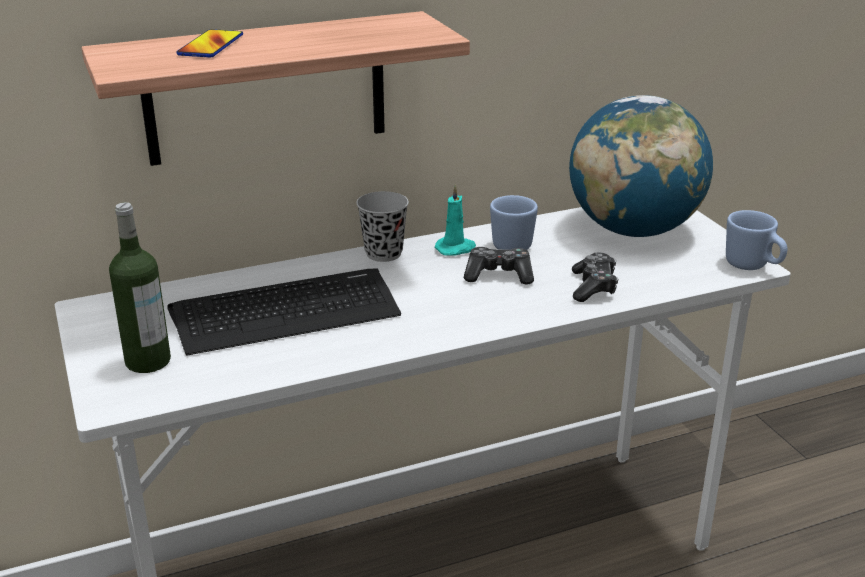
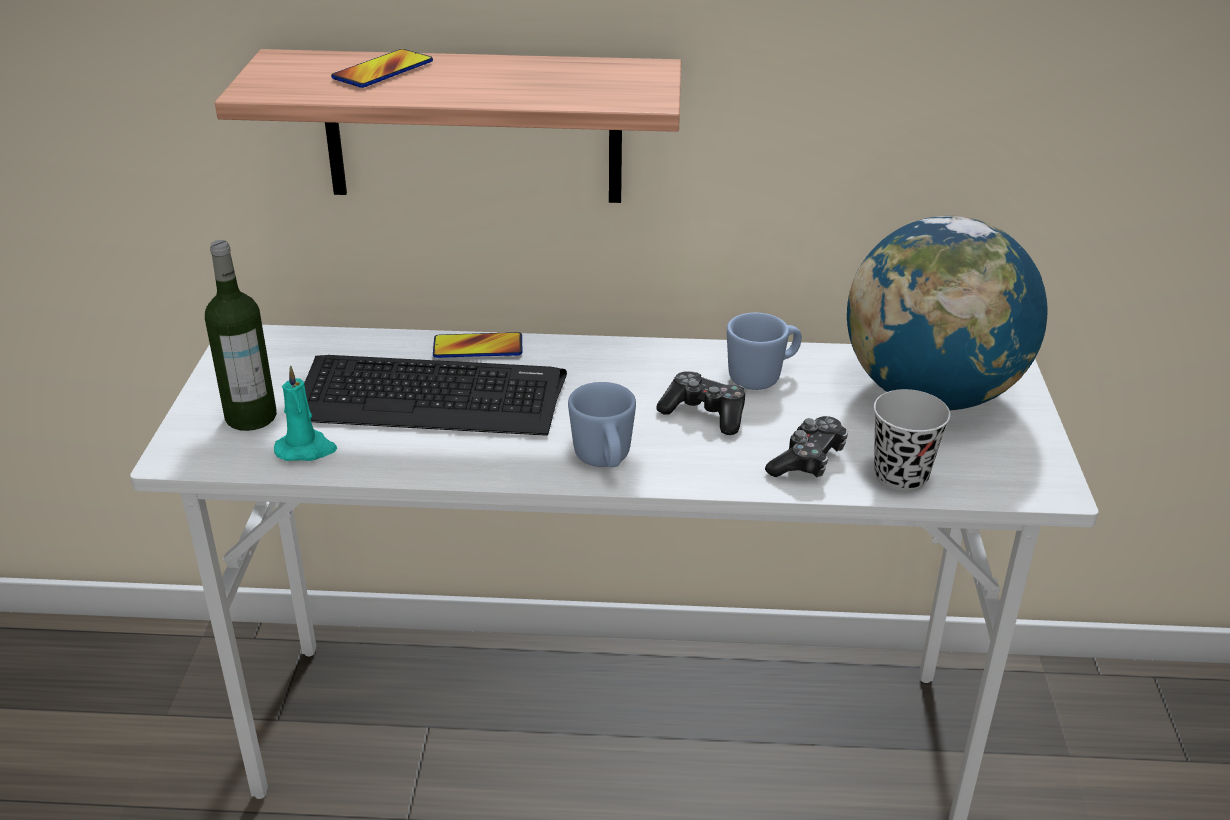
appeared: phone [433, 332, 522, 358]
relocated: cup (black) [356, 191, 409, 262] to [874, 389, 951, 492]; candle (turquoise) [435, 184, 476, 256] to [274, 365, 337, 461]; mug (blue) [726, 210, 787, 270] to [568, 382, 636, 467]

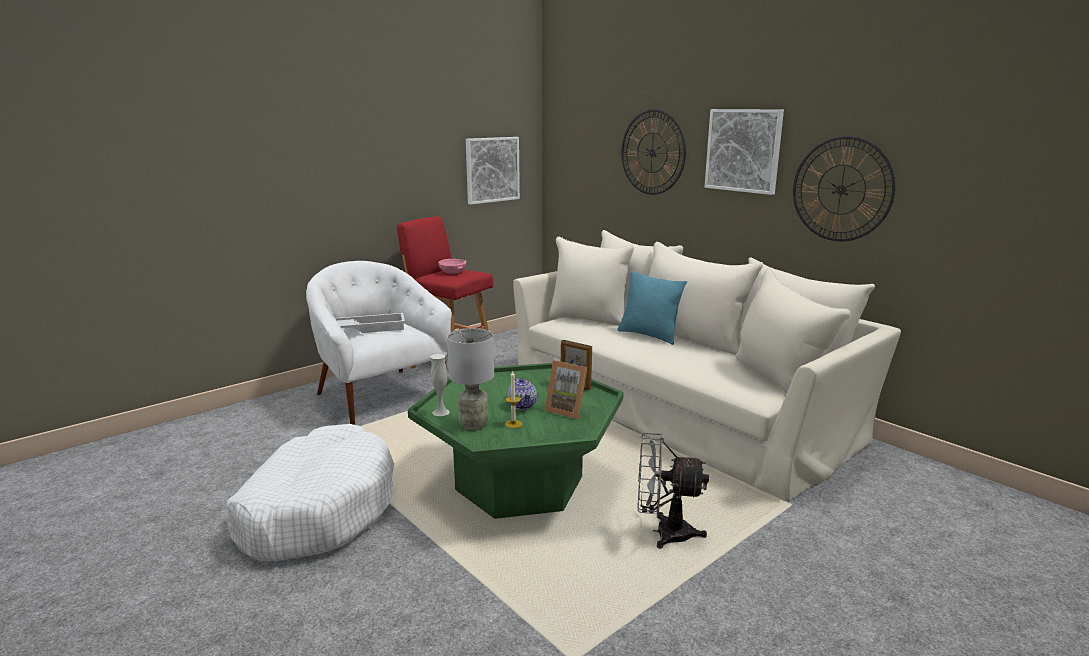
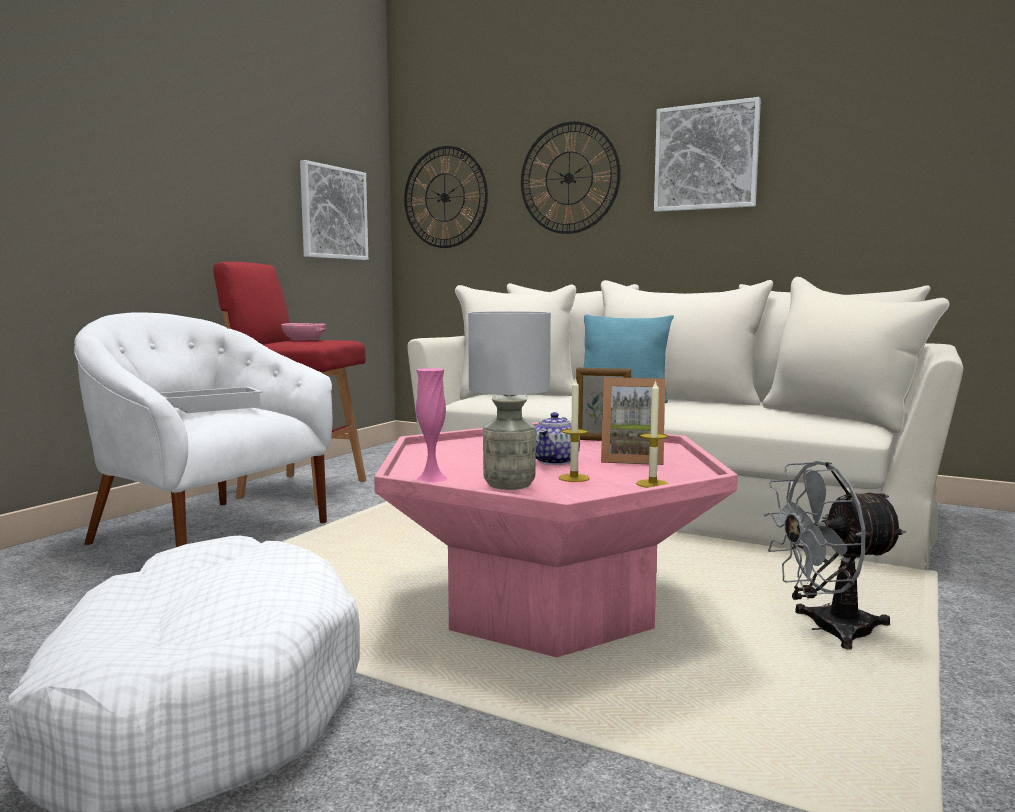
appeared: candle [636, 380, 669, 488]
relocated: wall clock [793, 136, 896, 241] to [404, 146, 488, 248]
colour: coffee table (green) [408, 363, 623, 519] to coffee table (pink) [374, 422, 738, 657]; vase (white) [431, 354, 450, 416] to vase (pink) [416, 368, 448, 483]
spun: teapot [507, 377, 537, 410] = [535, 412, 580, 465] 60 degrees clockwise

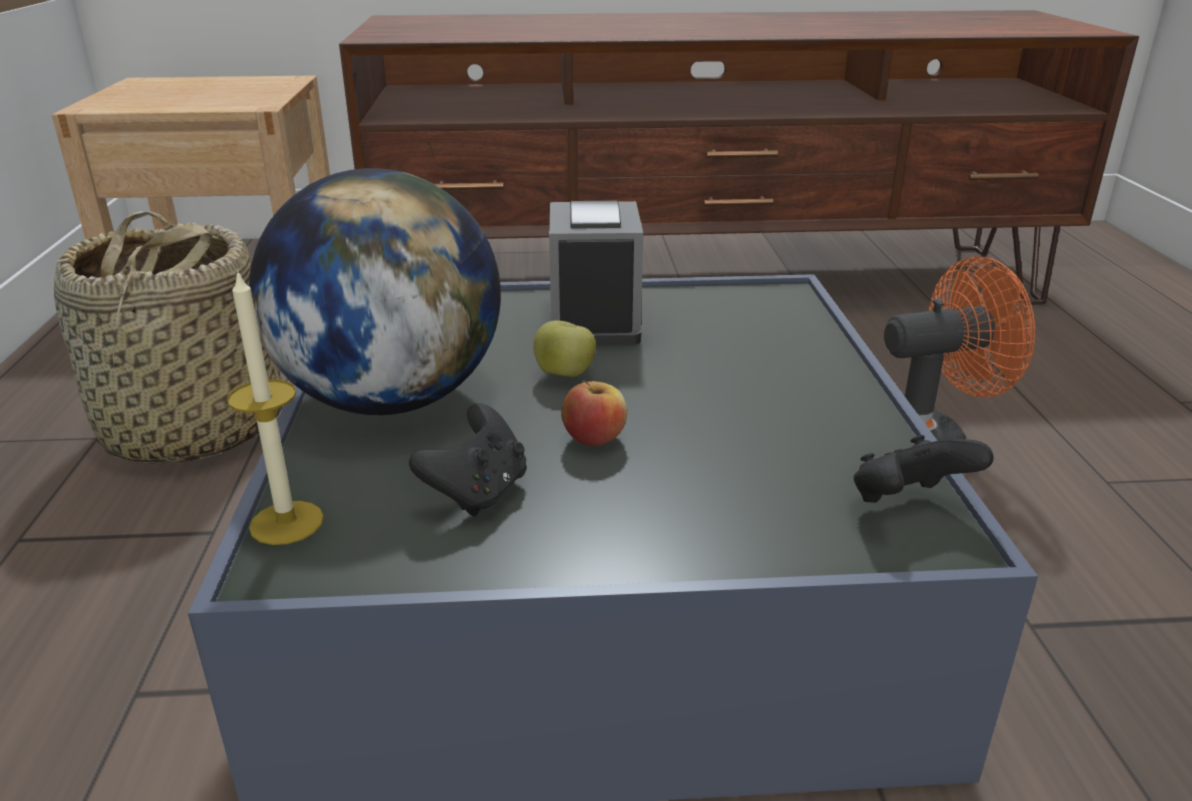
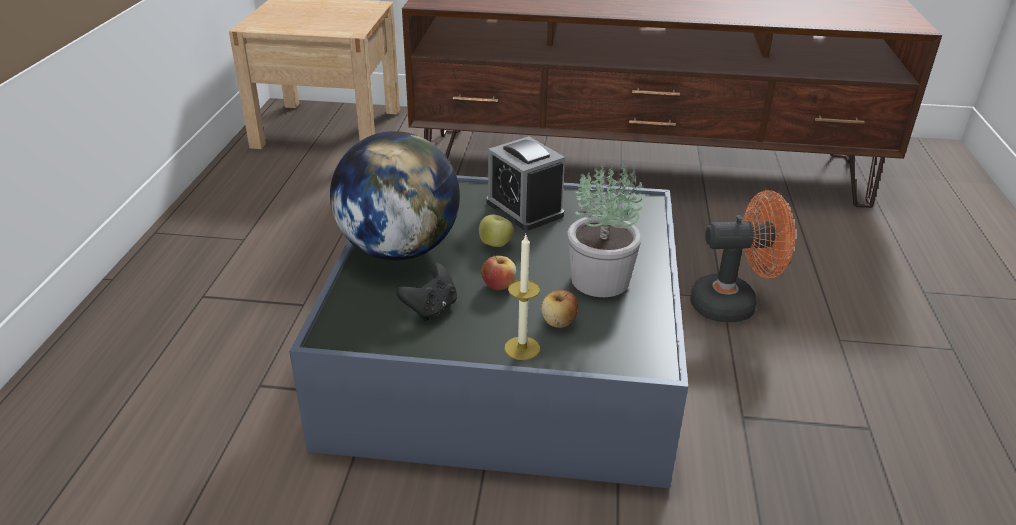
missing: basket [54, 211, 283, 464]; game controller (black) [854, 435, 994, 503]
appeared: apple [541, 290, 578, 328]; potted plant [567, 160, 643, 297]
relocated: candle [227, 269, 324, 545] to [504, 233, 540, 360]
spun: alarm clock [549, 201, 643, 345] = [486, 136, 565, 231] 135 degrees clockwise

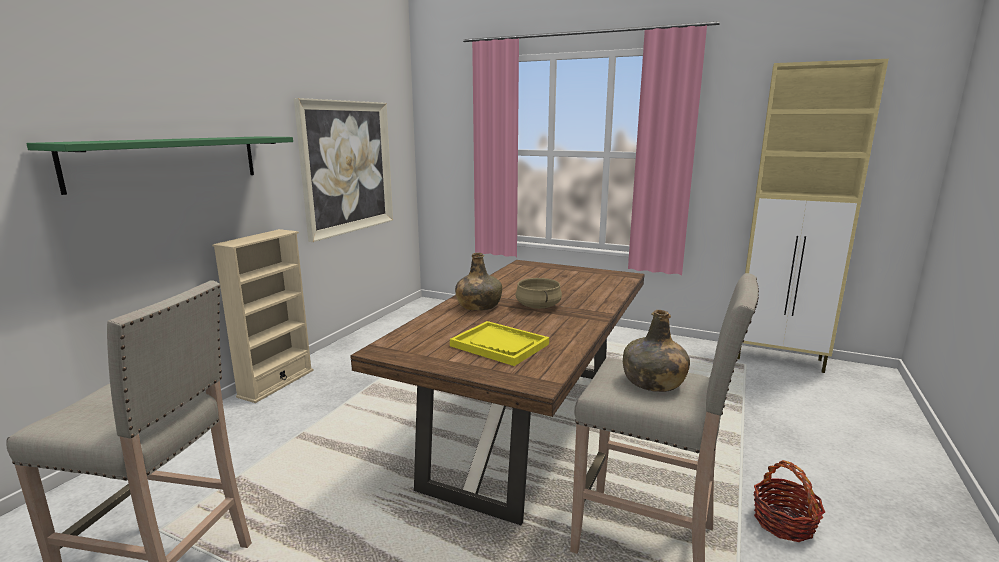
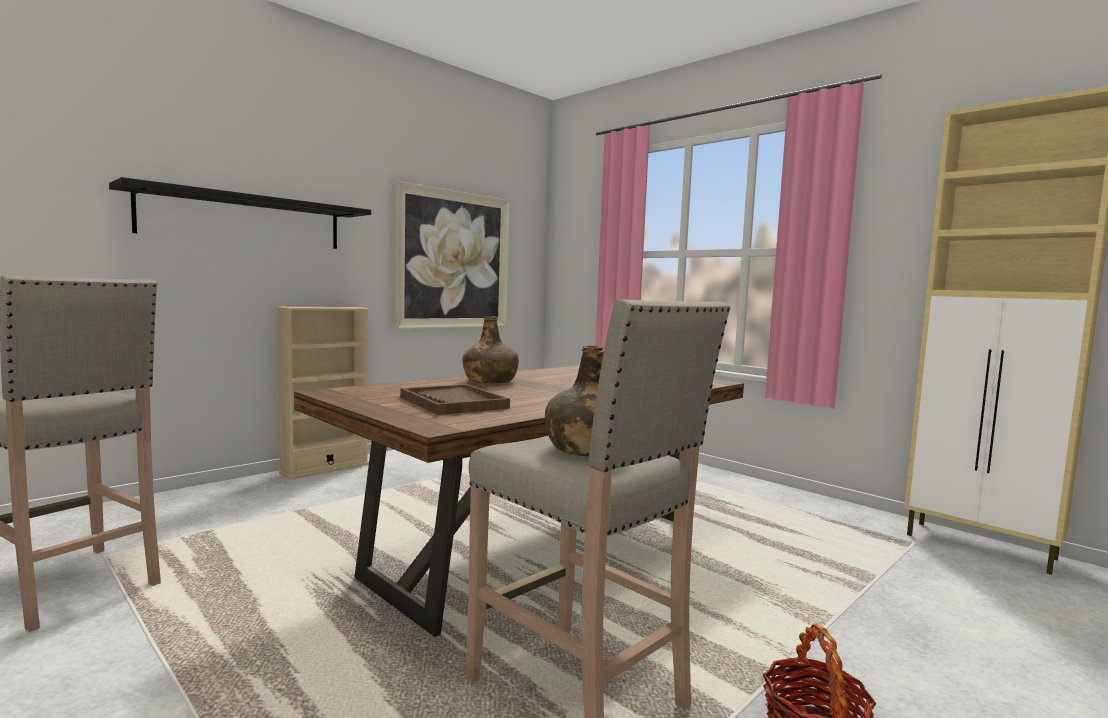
missing: cooking pot (beige) [515, 278, 562, 309]
colour: shelf (green) [26, 136, 293, 195] to shelf (black) [109, 177, 371, 249]; tray (yellow) [450, 321, 549, 366] to tray (brown) [400, 384, 510, 415]

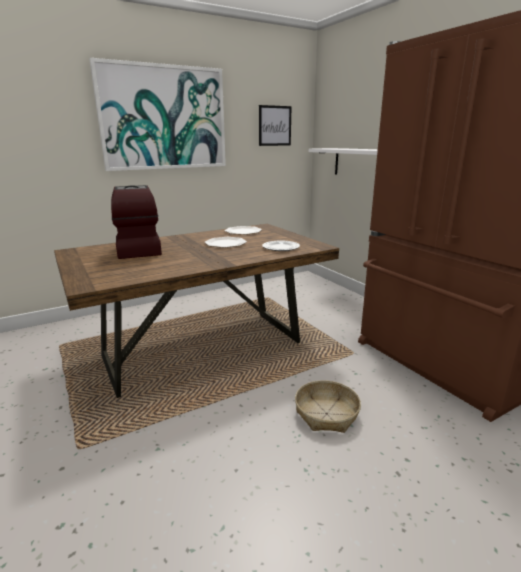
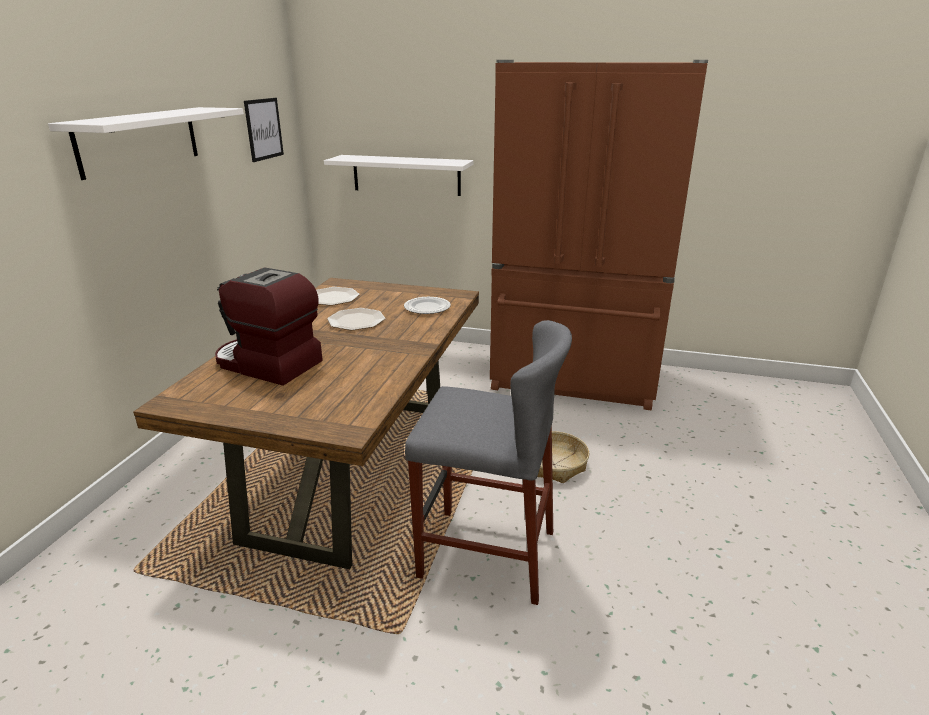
appeared: stool (grey) [405, 320, 572, 605]
exchanged: picture [89, 58, 226, 171] to shelf (white) [48, 107, 244, 180]

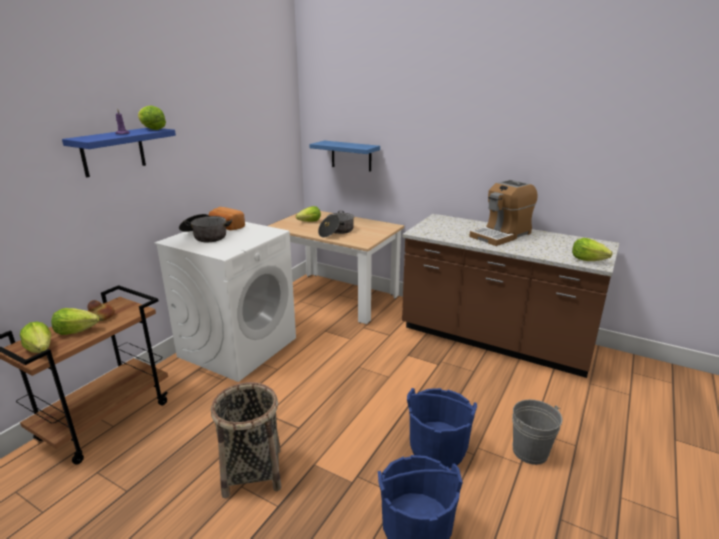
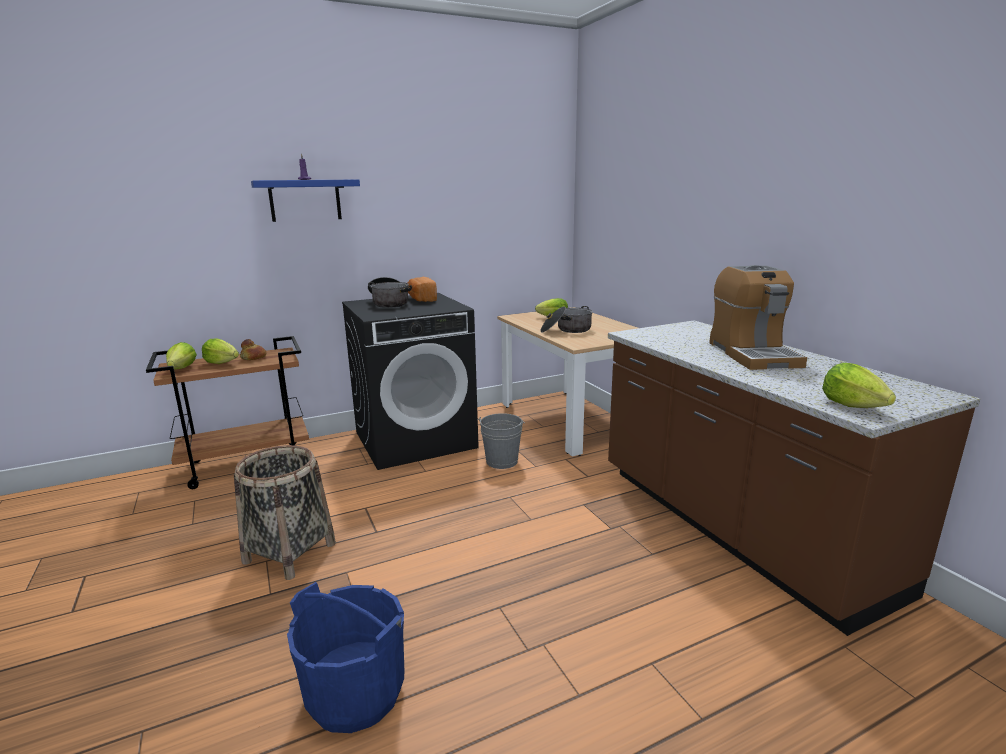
missing: lettuce [138, 106, 166, 130]; shelf (blue) [309, 141, 380, 171]; bucket (blue) [407, 388, 477, 468]
relocated: bucket (grey) [512, 400, 562, 465] to [477, 413, 525, 469]
colour: washing machine (white) [154, 222, 296, 382] to washing machine (black) [342, 293, 479, 470]
spun: coffee machine [469, 180, 537, 246] = [709, 265, 807, 370] 90 degrees counterclockwise

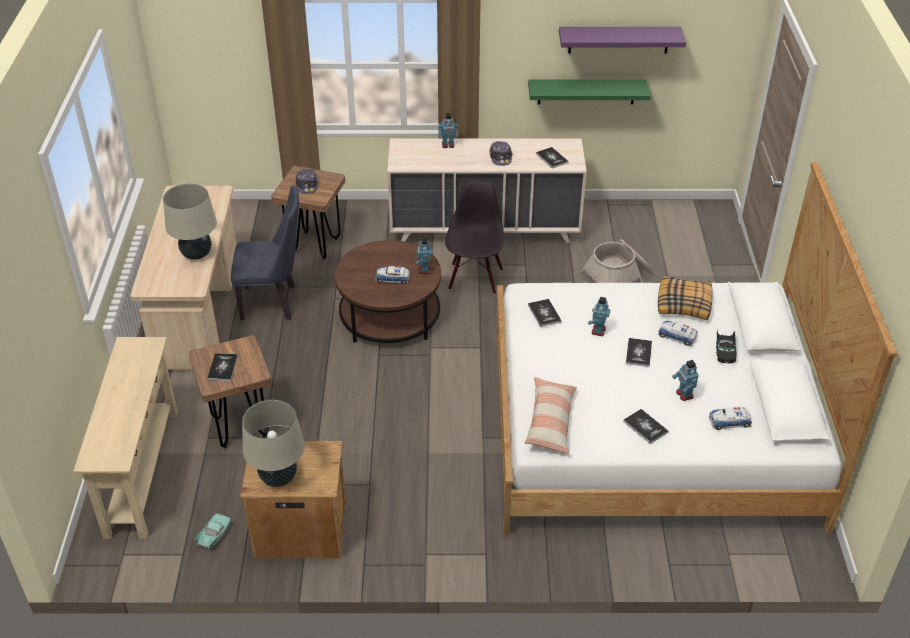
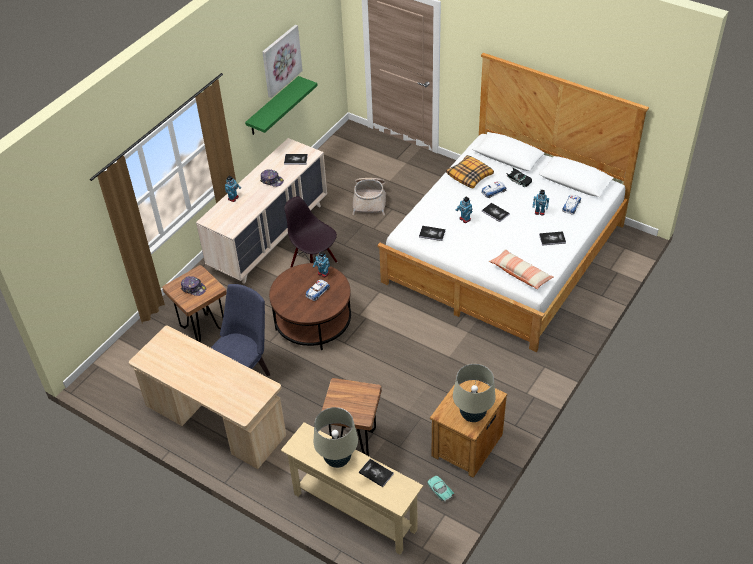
relocated: table lamp (beige) [163, 184, 217, 260] to [314, 407, 358, 468]; book [207, 353, 238, 381] to [359, 459, 394, 487]
exchanged: shelf (purple) [559, 27, 686, 54] to picture [262, 25, 303, 98]

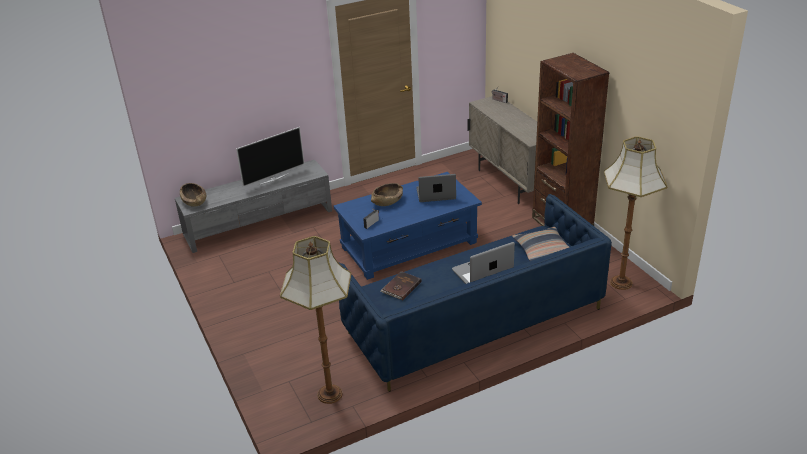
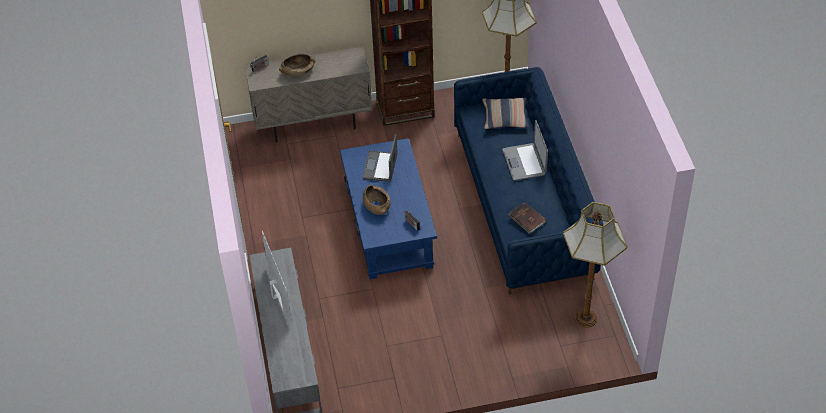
relocated: bowl (brown) [180, 183, 206, 207] to [279, 54, 315, 77]

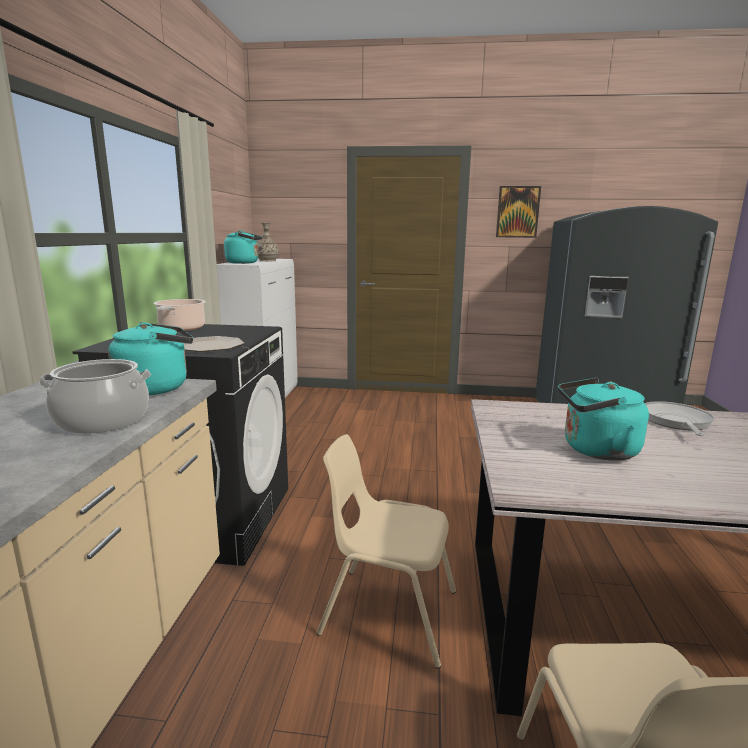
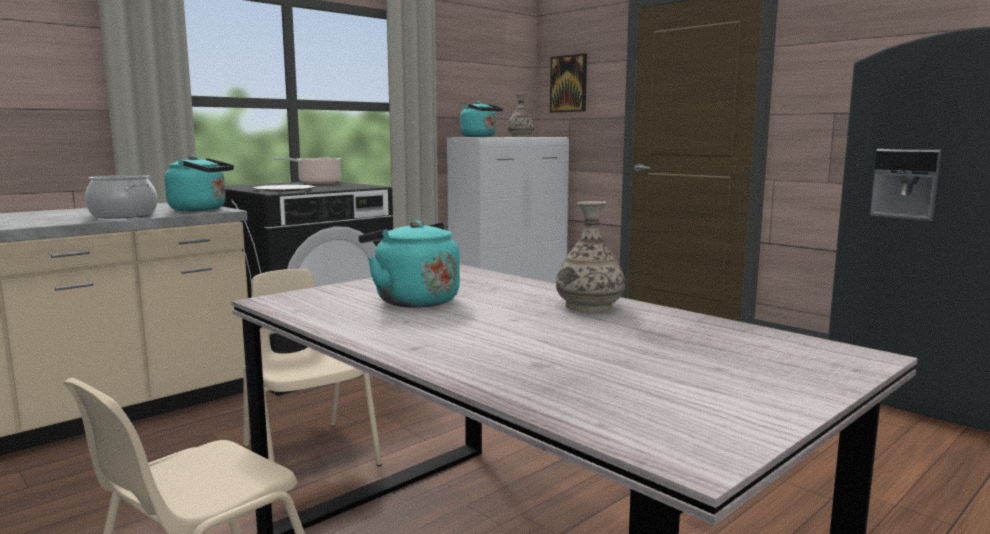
relocated: picture [496, 186, 541, 238] to [550, 53, 587, 113]
exchanged: frying pan [645, 401, 715, 436] to vase [556, 201, 625, 312]

